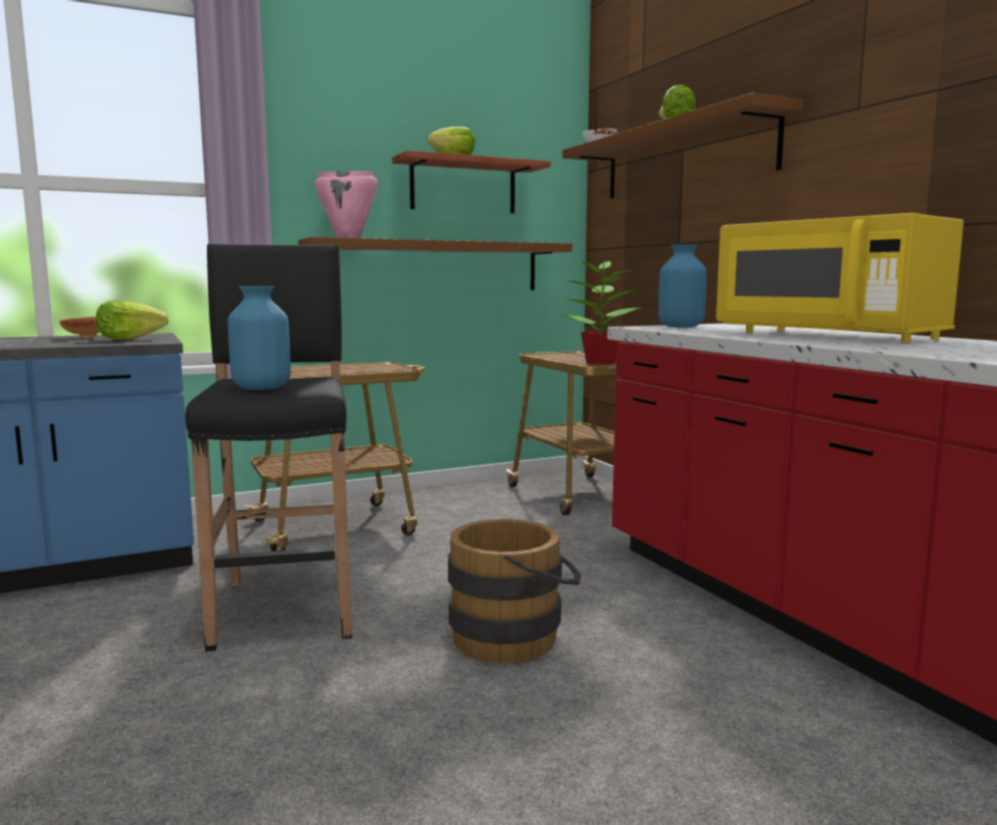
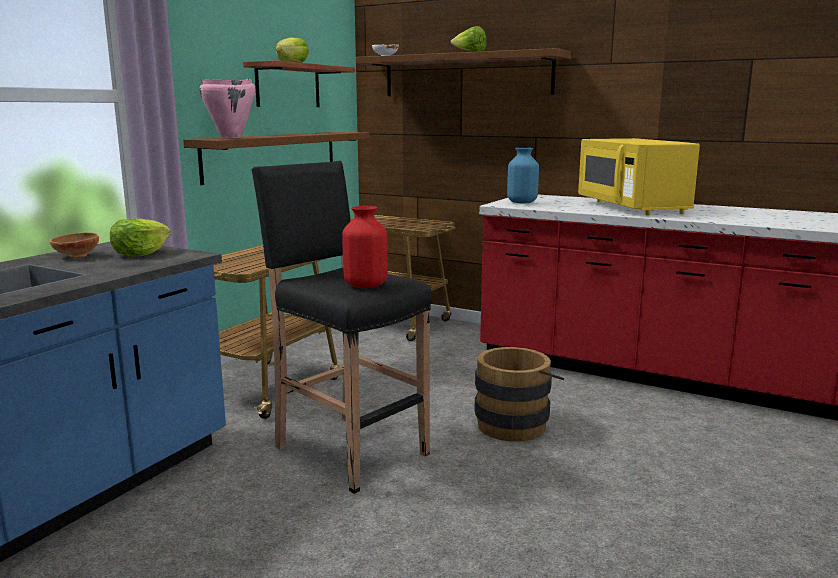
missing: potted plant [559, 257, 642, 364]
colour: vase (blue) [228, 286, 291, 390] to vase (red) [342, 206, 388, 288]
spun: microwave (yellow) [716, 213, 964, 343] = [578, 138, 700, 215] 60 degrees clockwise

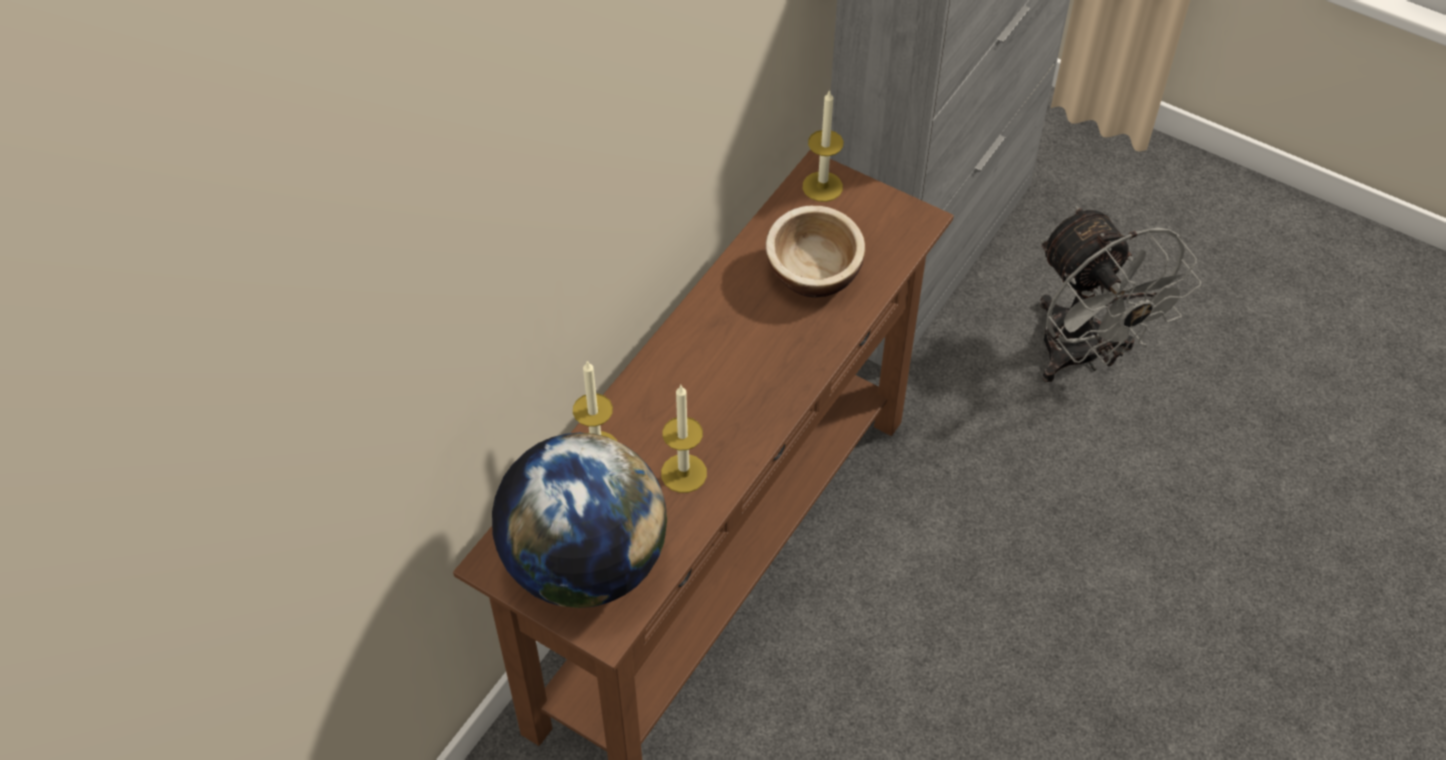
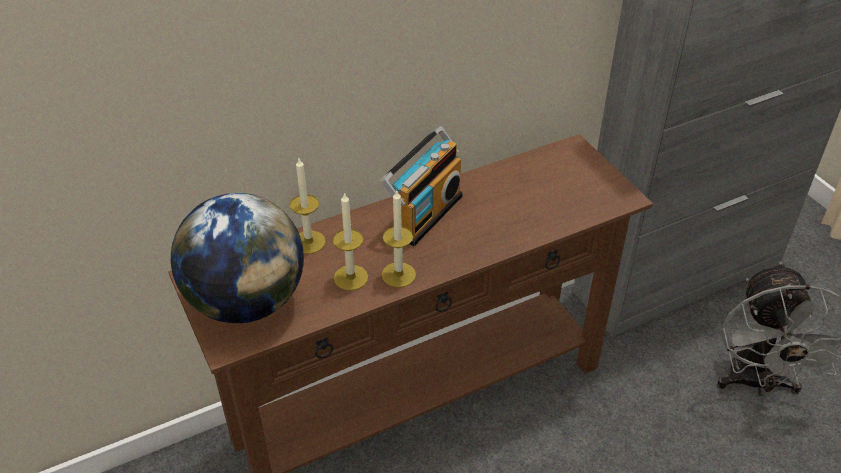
missing: bowl [766, 205, 865, 298]
appeared: radio [381, 126, 463, 246]
relocated: candle [803, 90, 843, 202] to [381, 191, 416, 288]

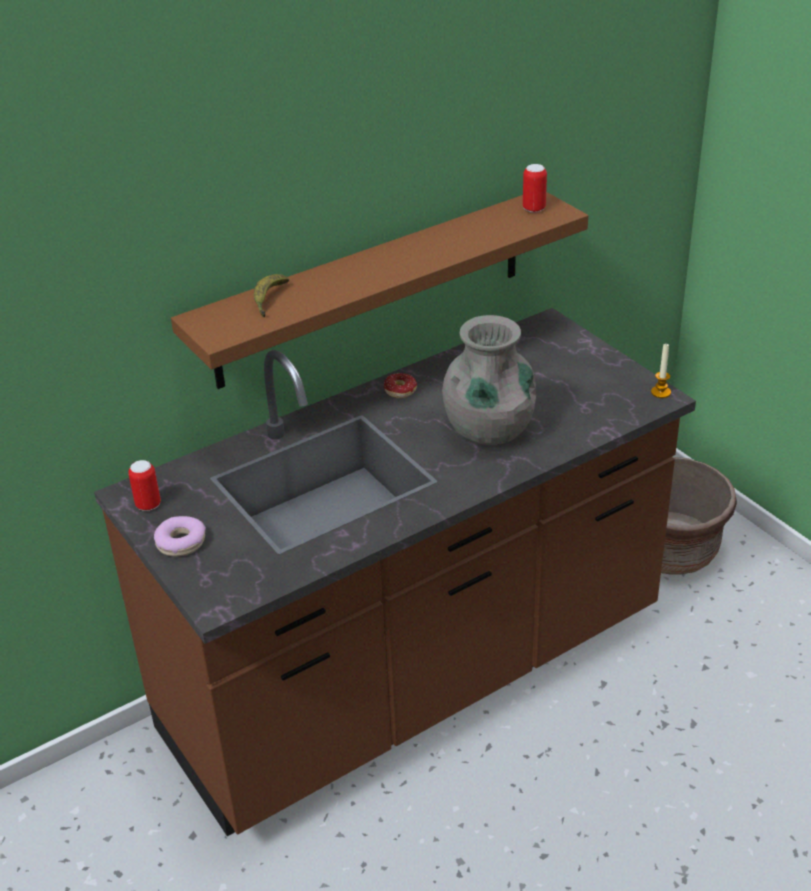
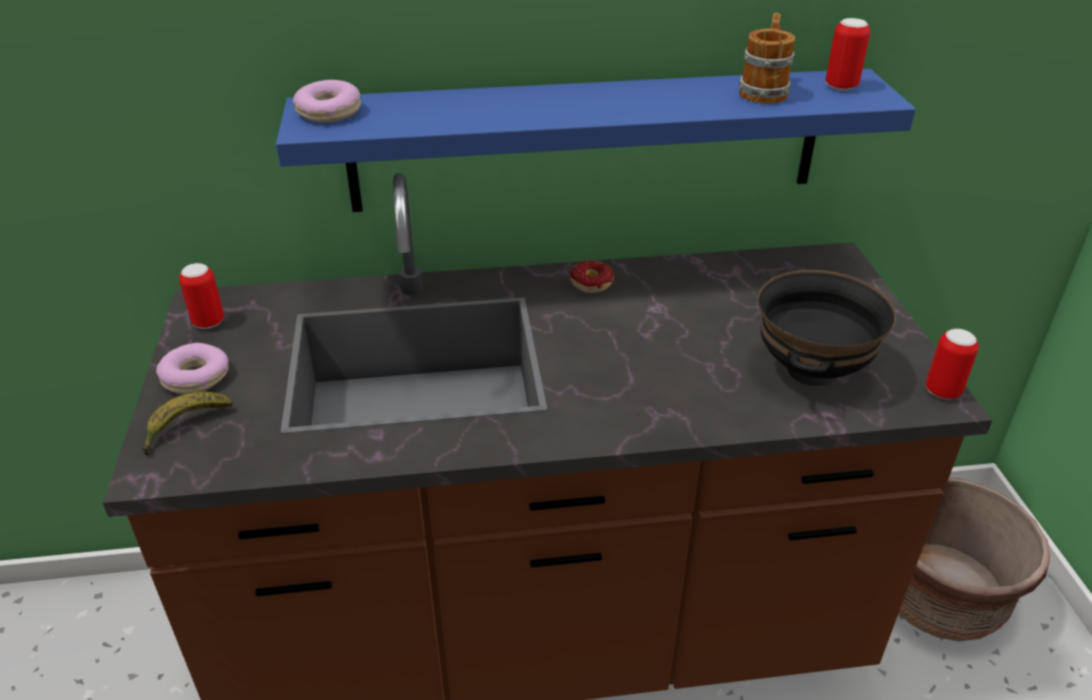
missing: vase (grey) [442, 315, 536, 445]
appeared: donut [293, 80, 361, 122]; mug [739, 13, 795, 104]; bowl (black) [758, 270, 896, 386]
relocated: banana [254, 274, 289, 317] to [142, 392, 232, 456]
exchanged: candle [651, 343, 671, 398] to can [926, 329, 979, 399]
colour: shelf (brown) [171, 192, 588, 389] to shelf (blue) [276, 69, 916, 212]

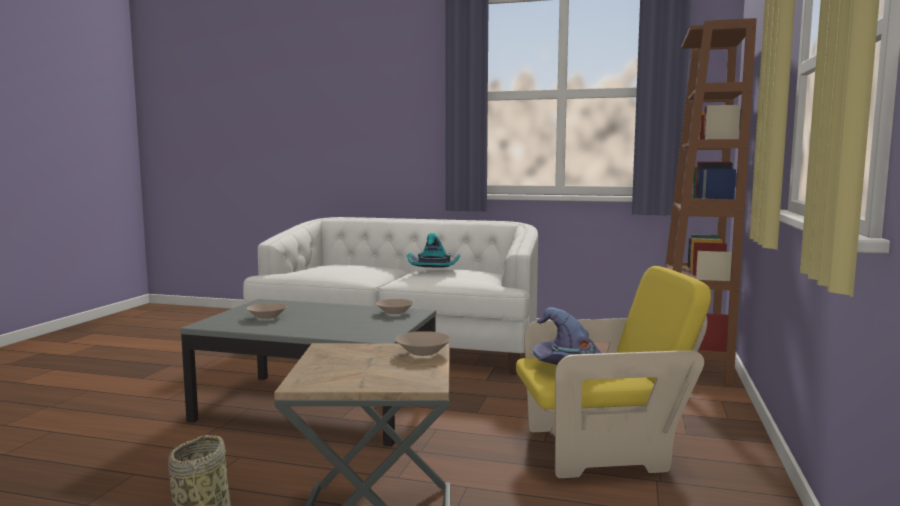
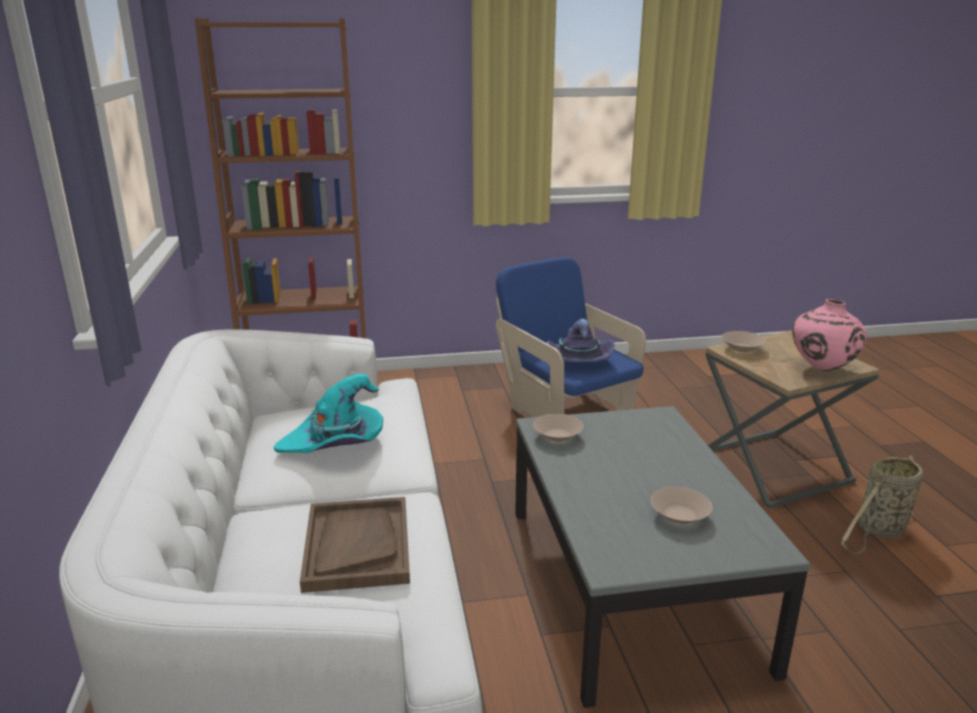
appeared: tray (brown) [300, 497, 410, 593]; vase (pink) [792, 299, 867, 371]
colour: armchair (yellow) [516, 266, 711, 478] to armchair (blue) [496, 257, 646, 417]

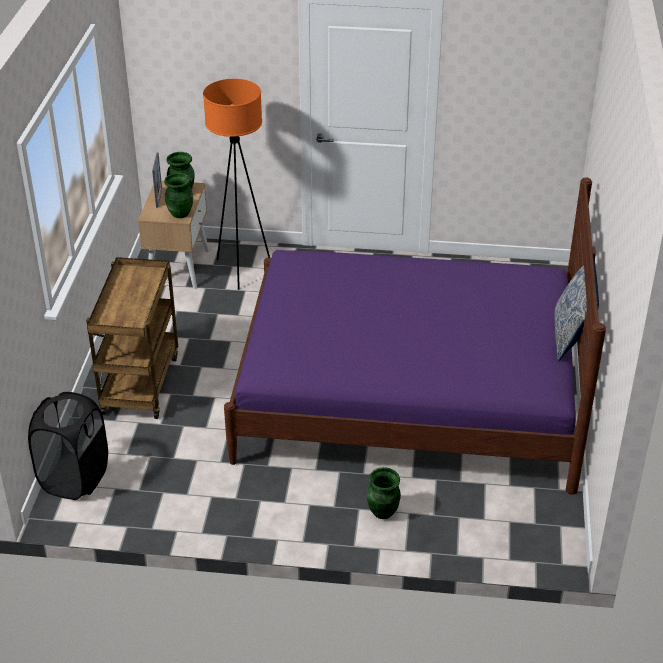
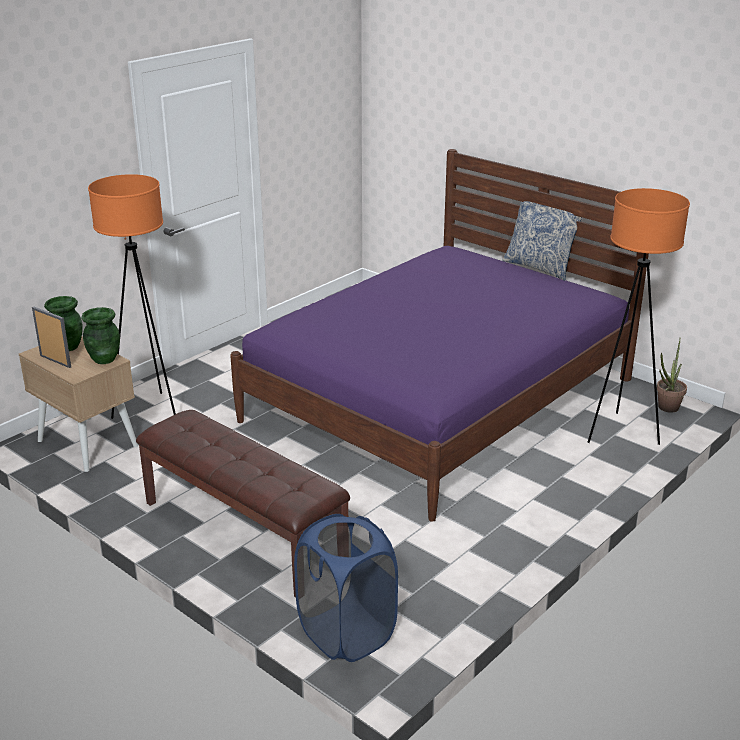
missing: vase (green) [367, 467, 401, 519]
appeared: floor lamp (orange) [587, 188, 690, 445]; potted plant [657, 340, 687, 413]
exchanged: cart (brown) [86, 257, 178, 419] to bench (brown) [136, 410, 350, 597]
colour: laundry basket (black) [28, 392, 108, 500] to laundry basket (blue) [294, 514, 398, 662]

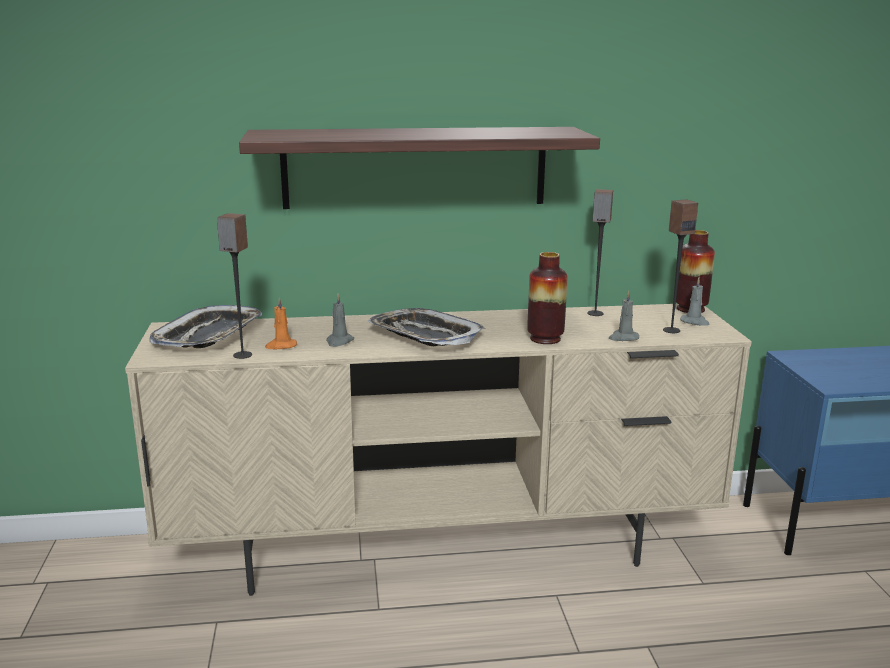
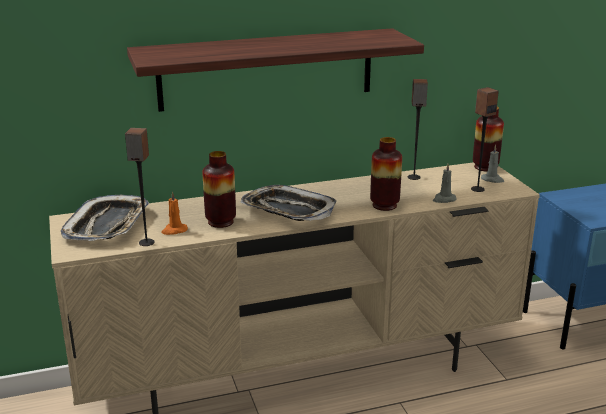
exchanged: candle (grey) [326, 294, 354, 347] to vase [202, 151, 236, 228]

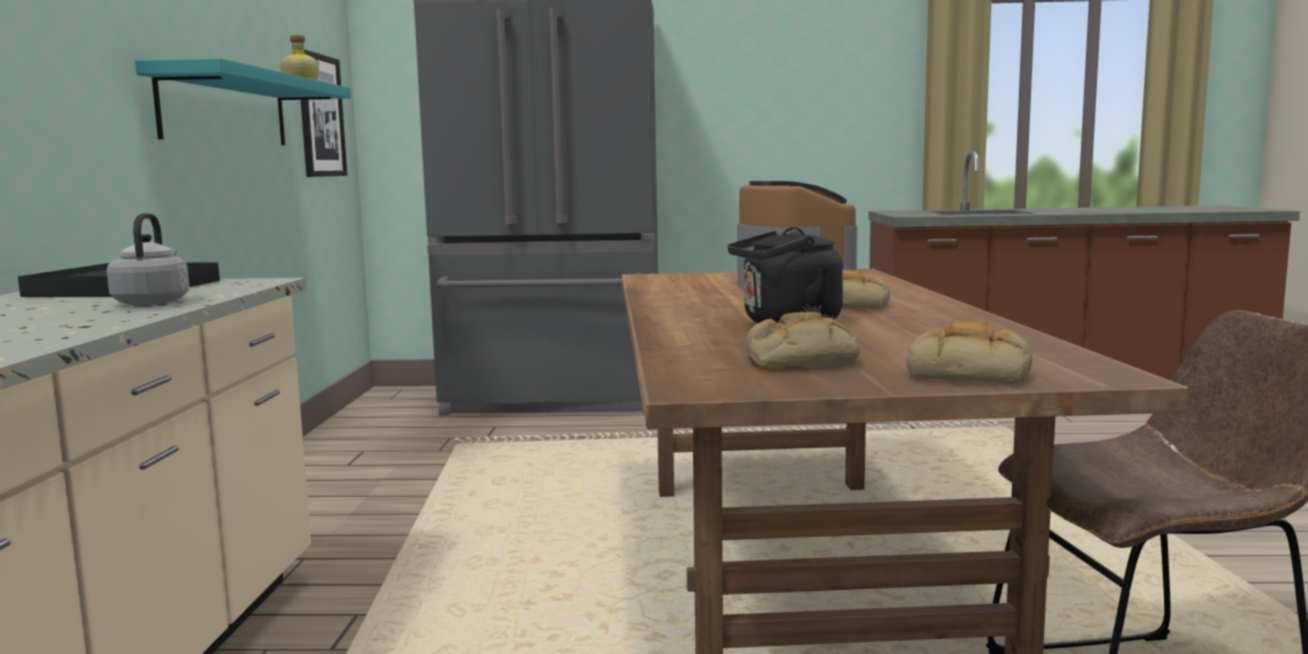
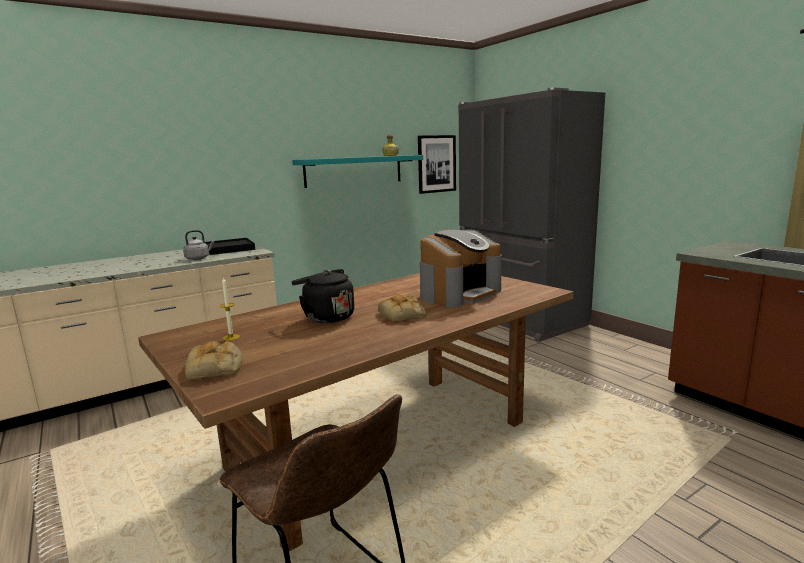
exchanged: bread [745, 312, 860, 368] to candle [219, 277, 240, 341]

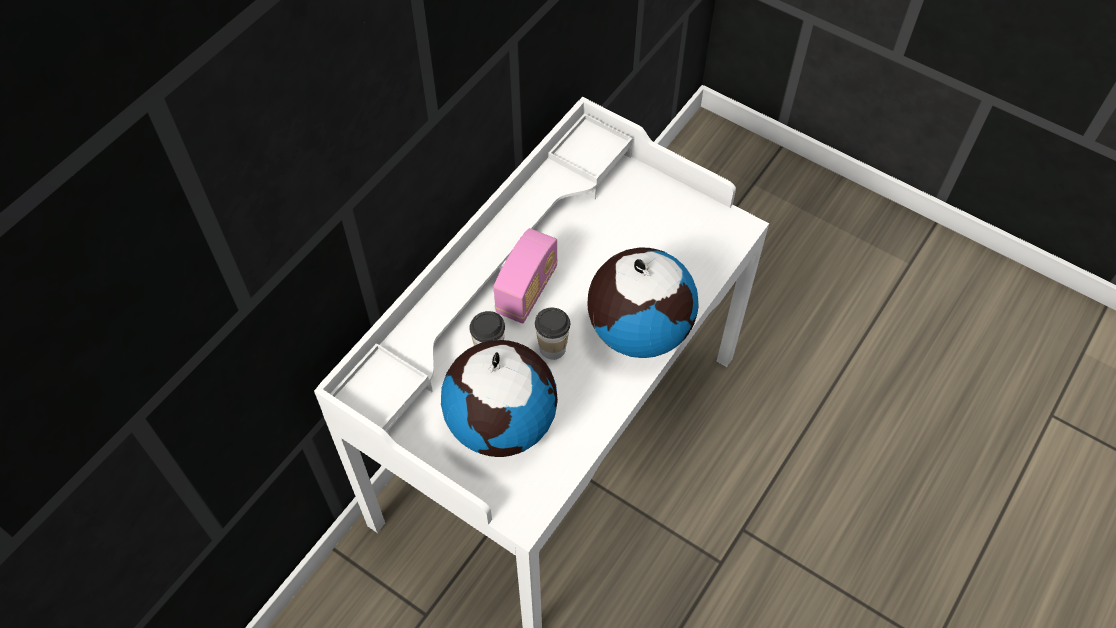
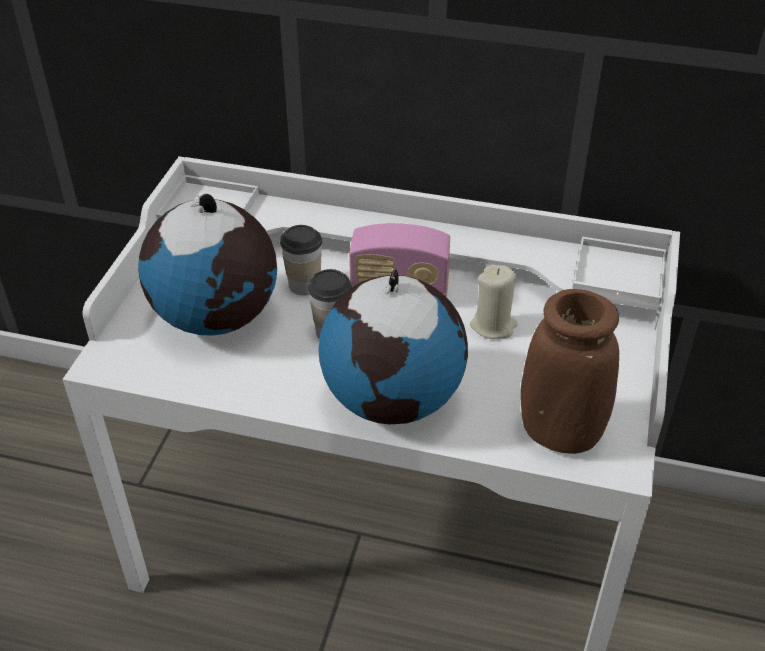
appeared: candle (beige) [470, 265, 518, 339]; vase (brown) [521, 289, 619, 454]

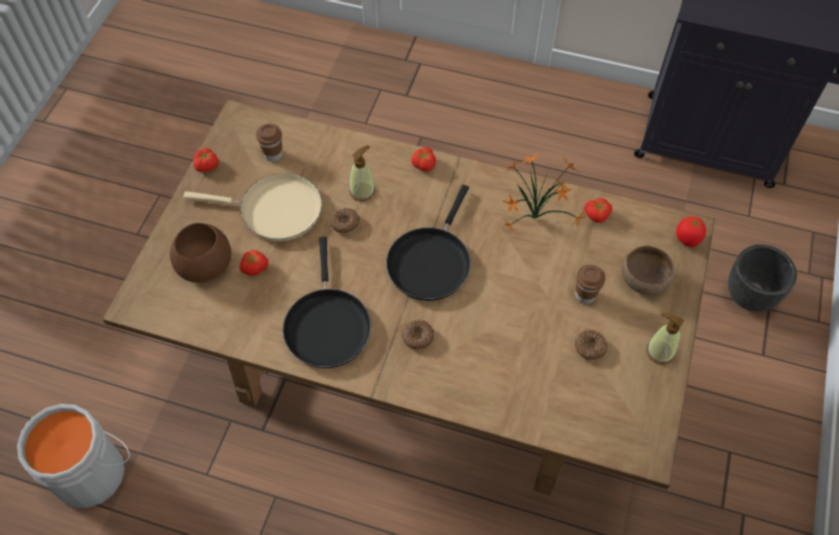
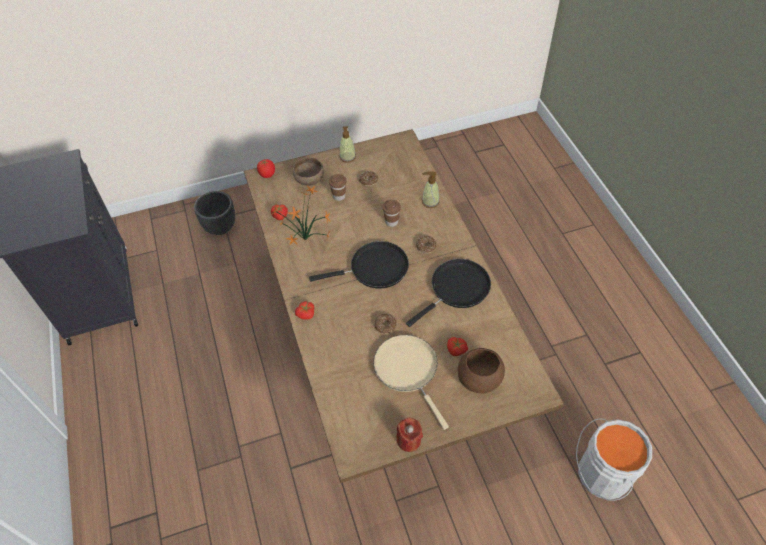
relocated: cup (brown) [256, 123, 282, 162] to [383, 200, 401, 227]; soap dispenser [349, 145, 375, 201] to [422, 171, 439, 208]
exchanged: tomato [194, 148, 219, 172] to candle (red) [396, 418, 423, 452]

